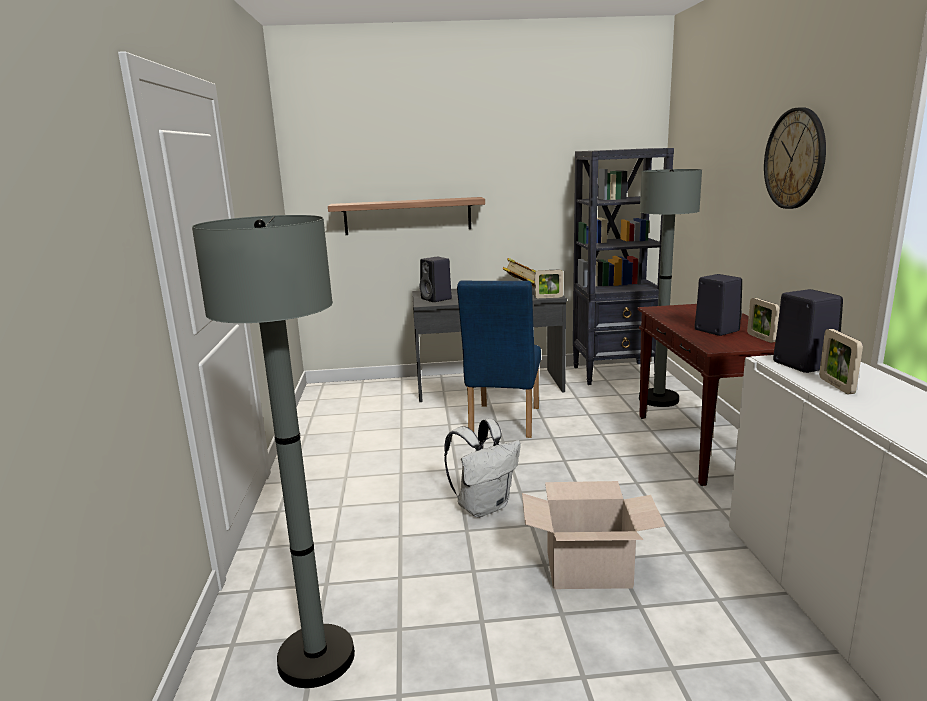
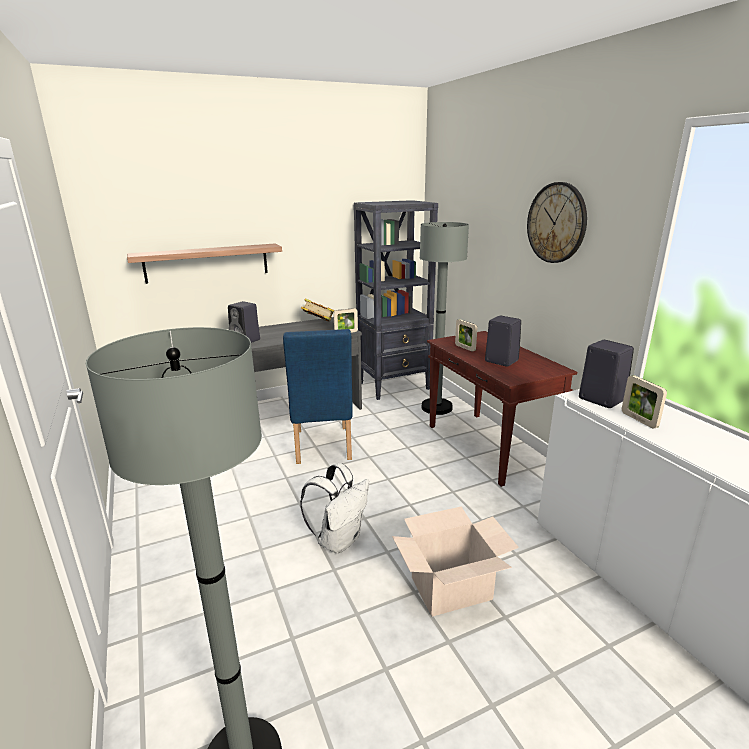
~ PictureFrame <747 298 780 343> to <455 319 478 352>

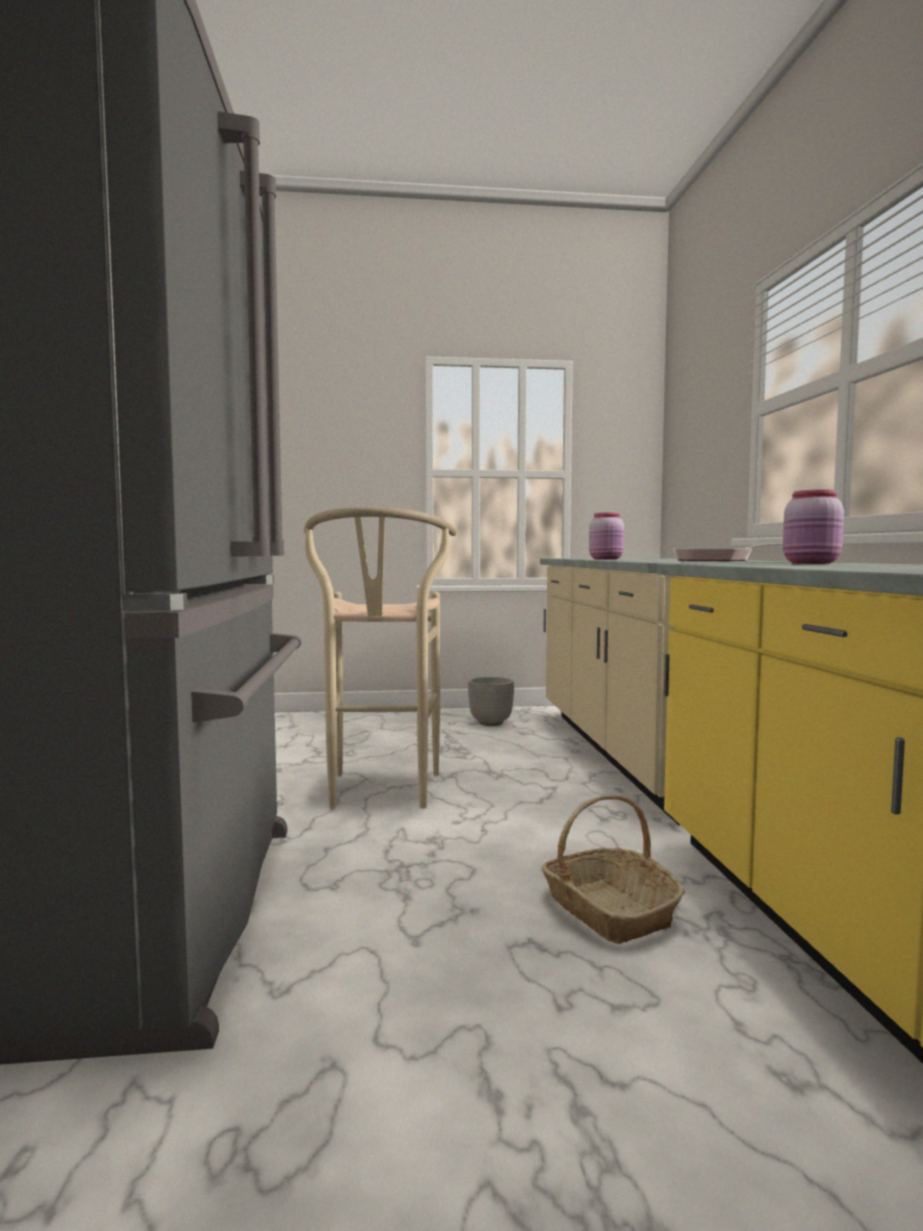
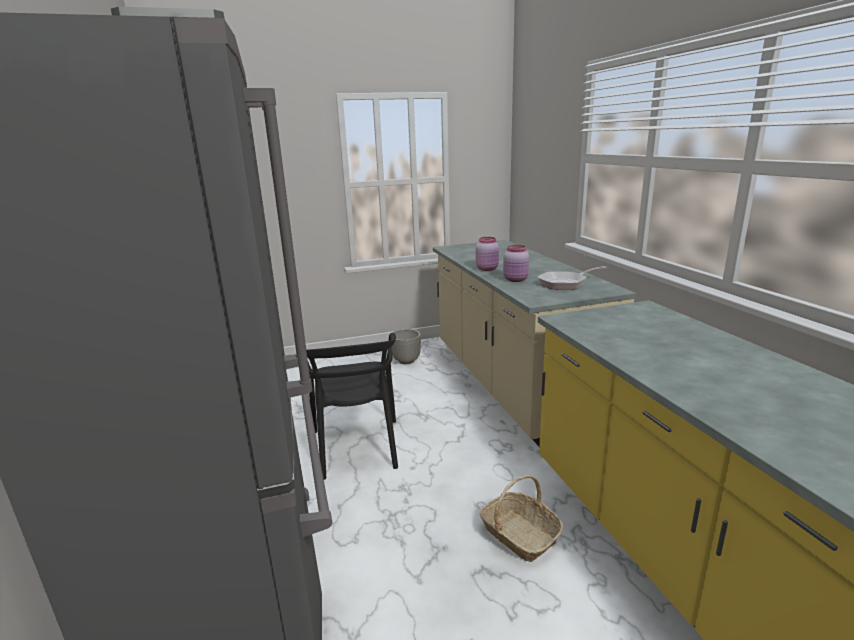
~ BeigeStool <304 507 457 809> to BlackChair <306 333 398 480>
~ PinkJar <783 489 844 564> to <503 245 529 282>

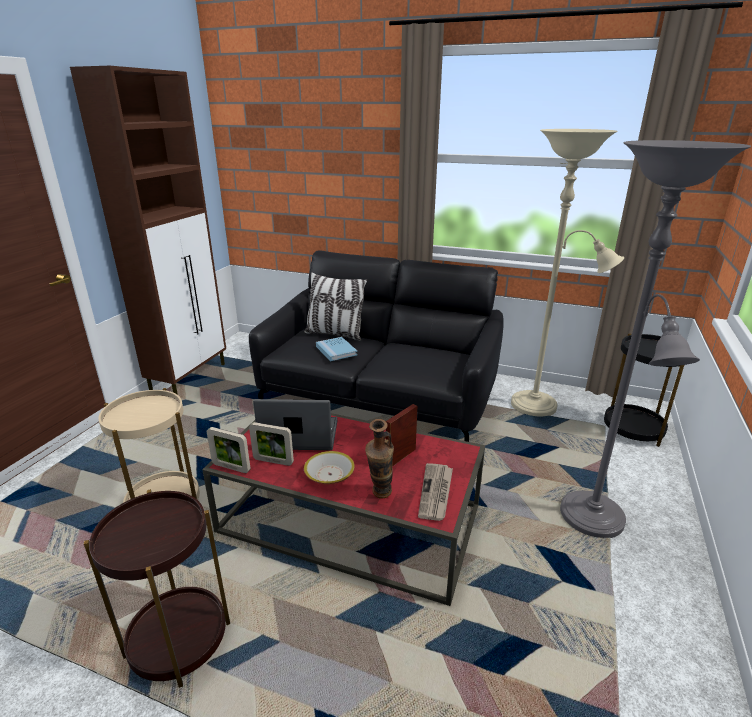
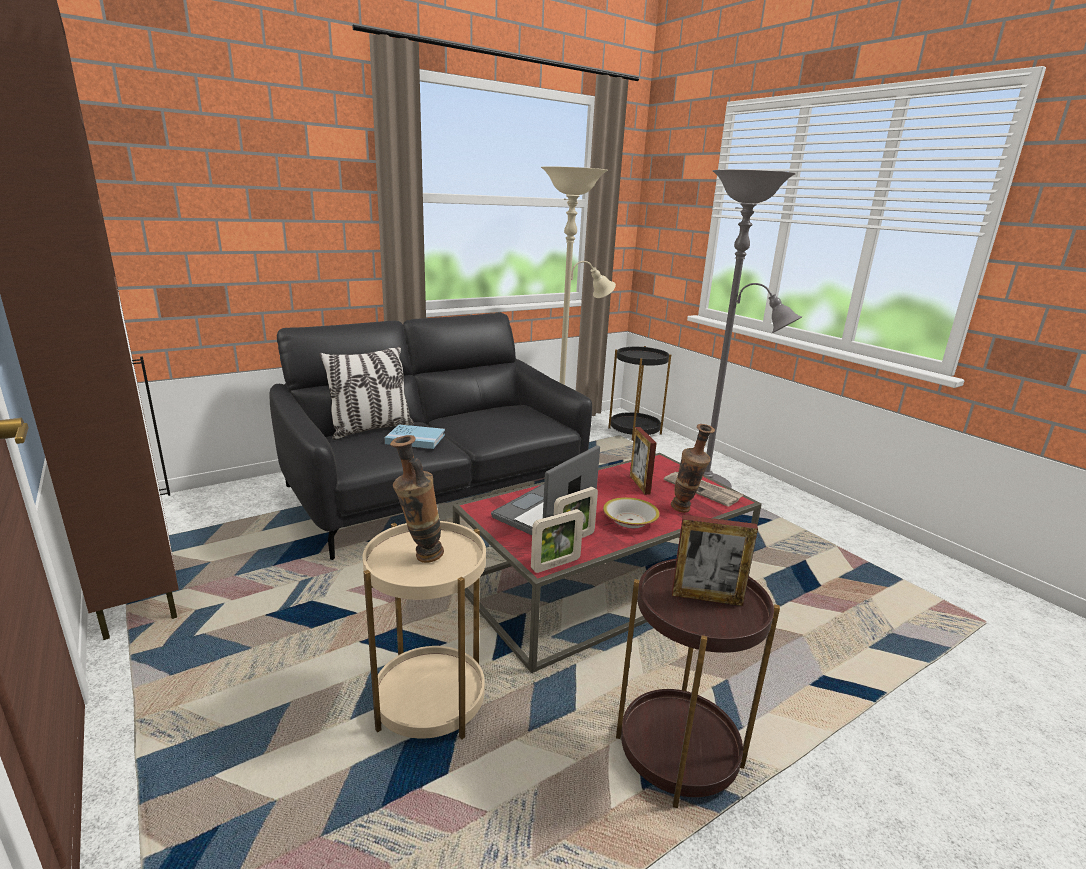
+ Vase <390 435 444 563>
+ PictureFrame <672 515 758 606>

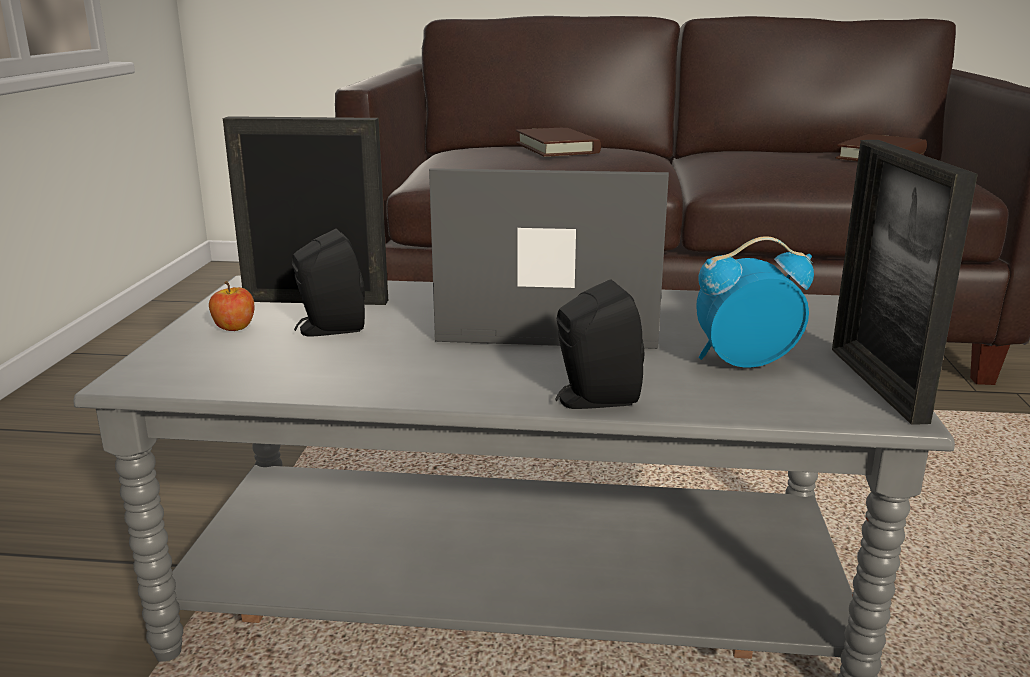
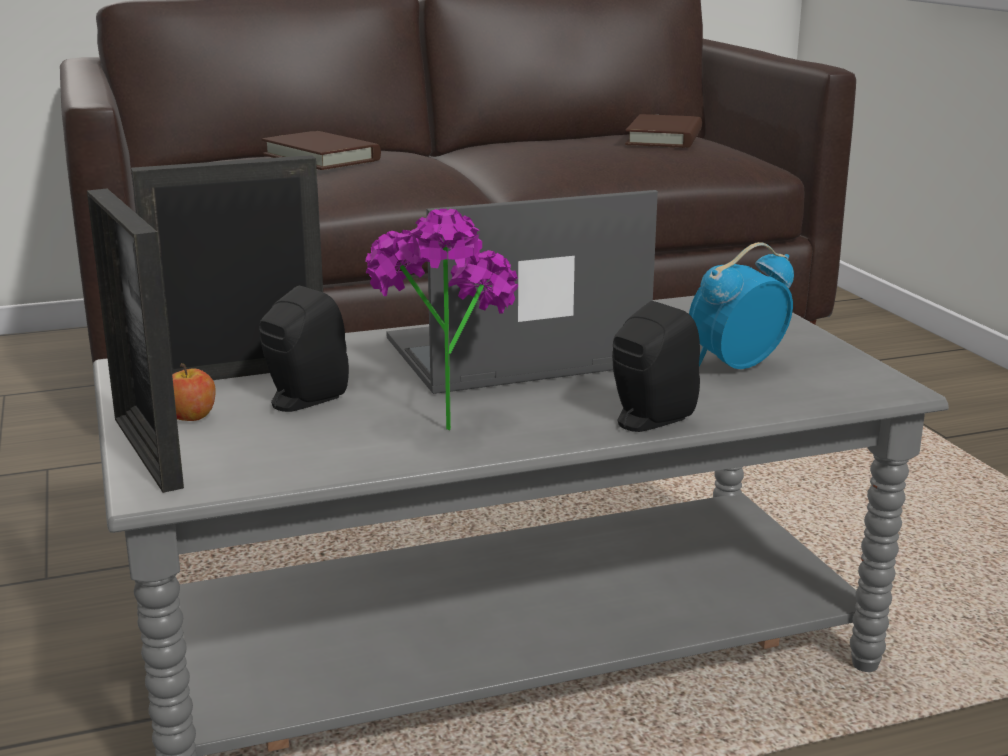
~ PictureFrame <832 140 978 425> to <87 189 184 493>
+ PottedPlant <365 209 518 430>

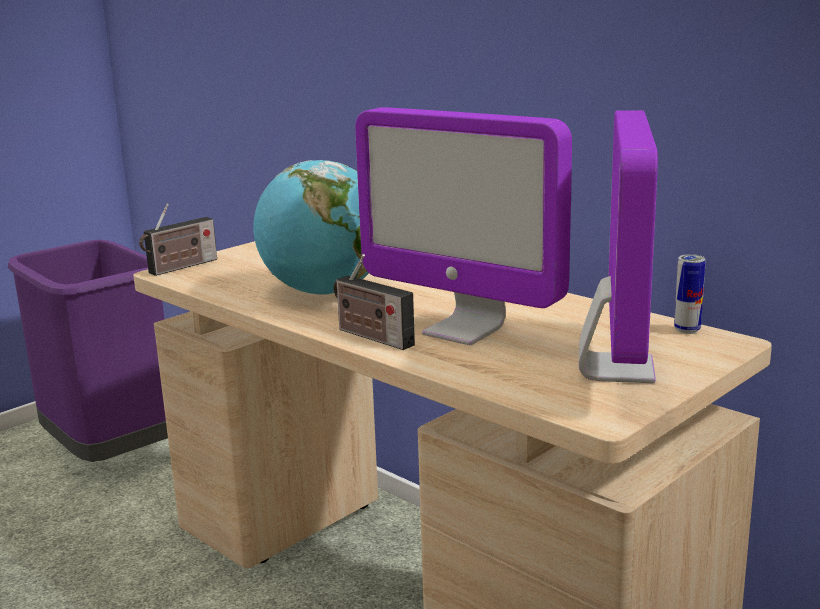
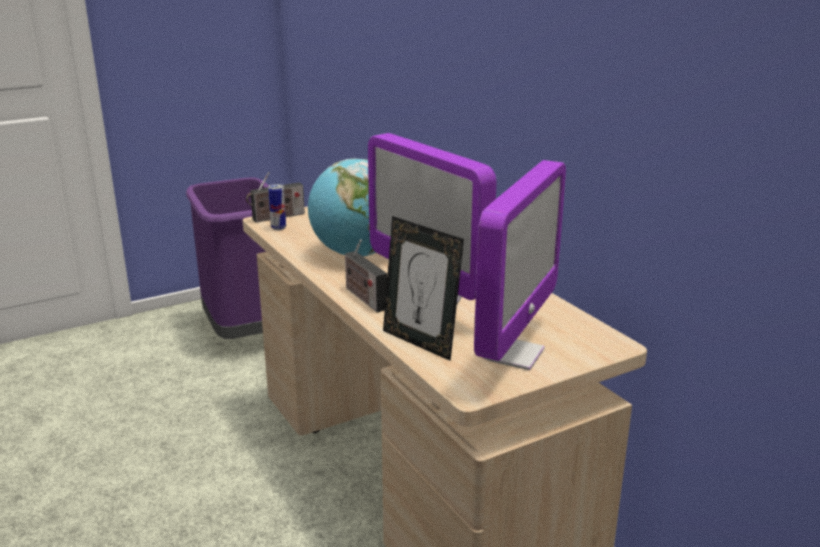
~ Can <674 254 706 334> to <268 184 286 230>
+ PictureFrame <383 216 464 361>

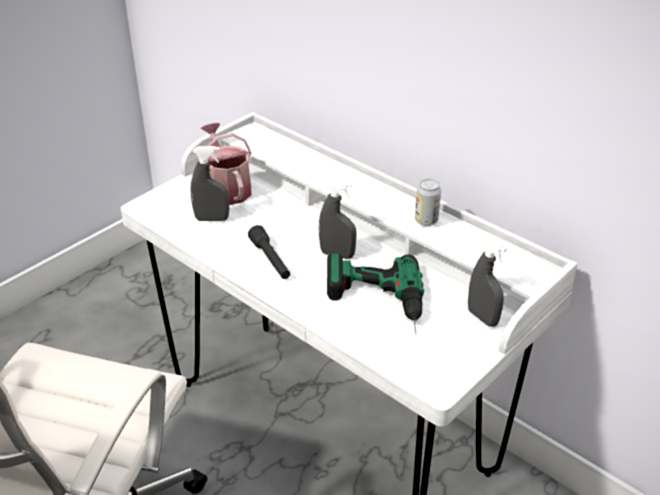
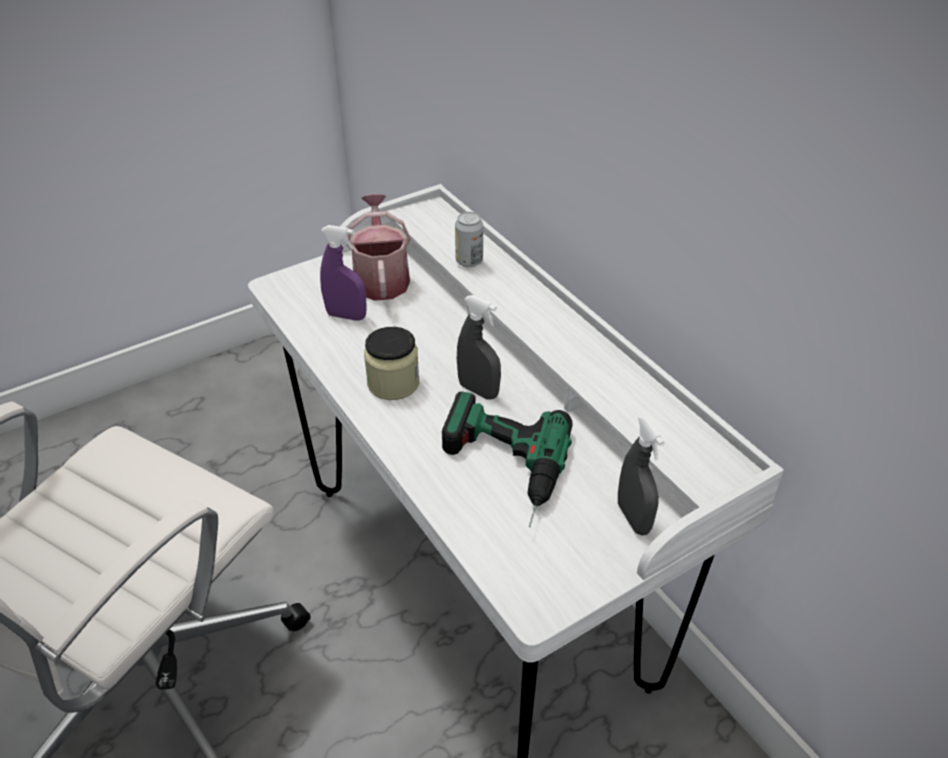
~ GreySprayBottle <190 146 229 221> to PurpleSprayBottle <320 225 367 321>
~ BlackFlashlight <248 225 290 279> to Jar <364 327 419 400>
~ Can <415 179 441 226> to <455 212 483 267>

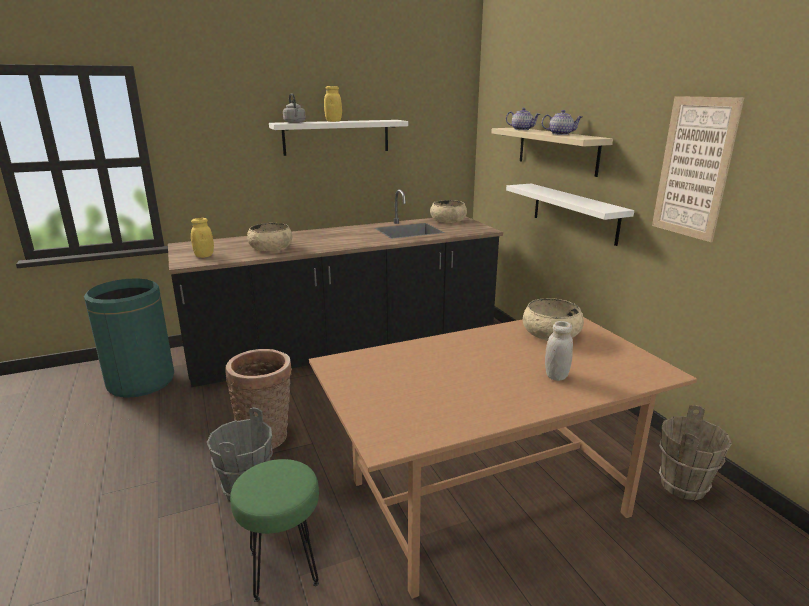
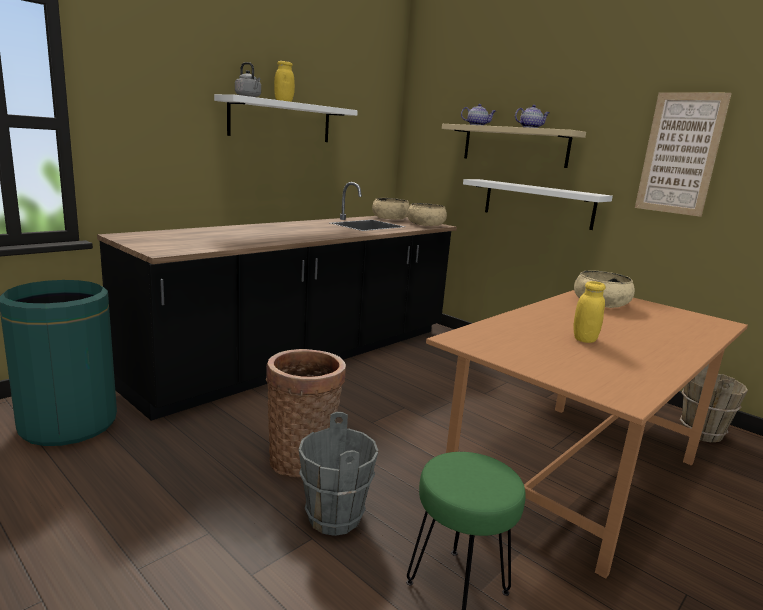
~ YellowJar <191 218 214 258> to <574 281 605 343>
~ BeigeBowl <247 223 292 251> to <407 203 447 226>
- WhiteJar <545 321 573 381>

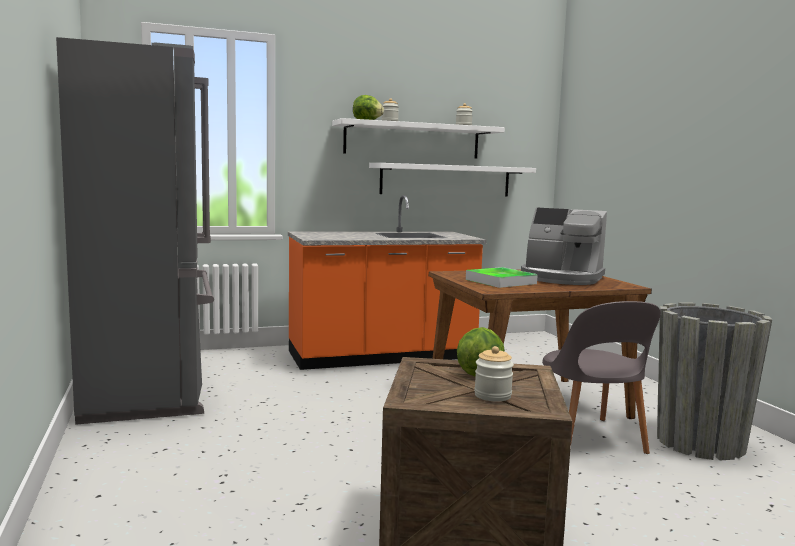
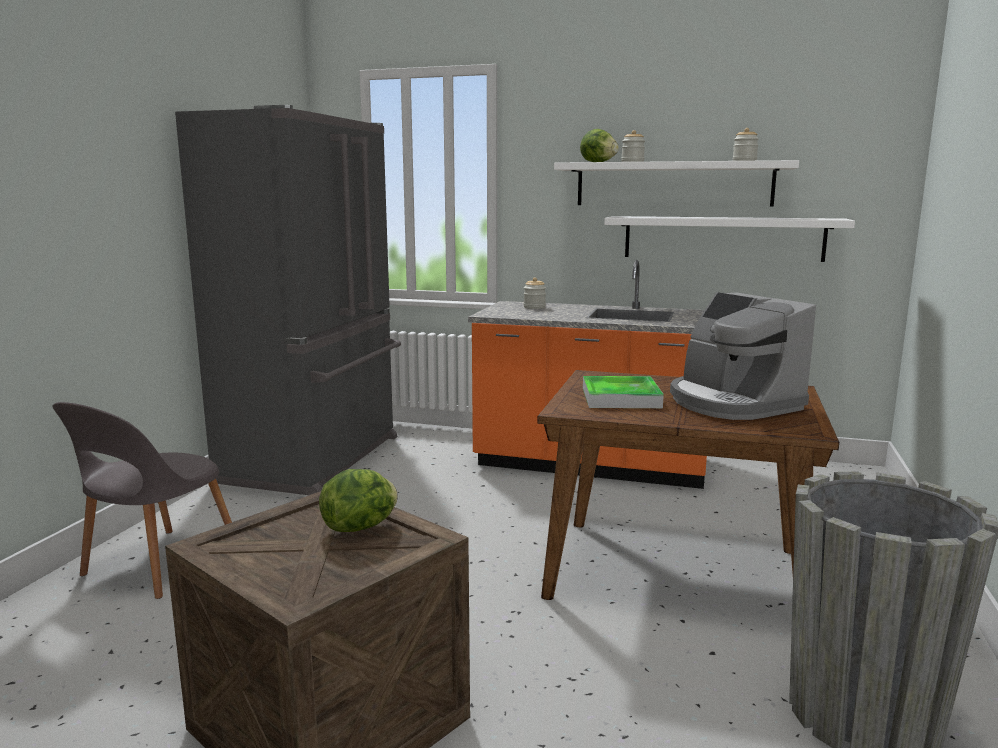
~ Jar <474 346 514 401> to <524 277 546 309>
~ GreyChair <542 301 661 454> to <53 402 232 599>

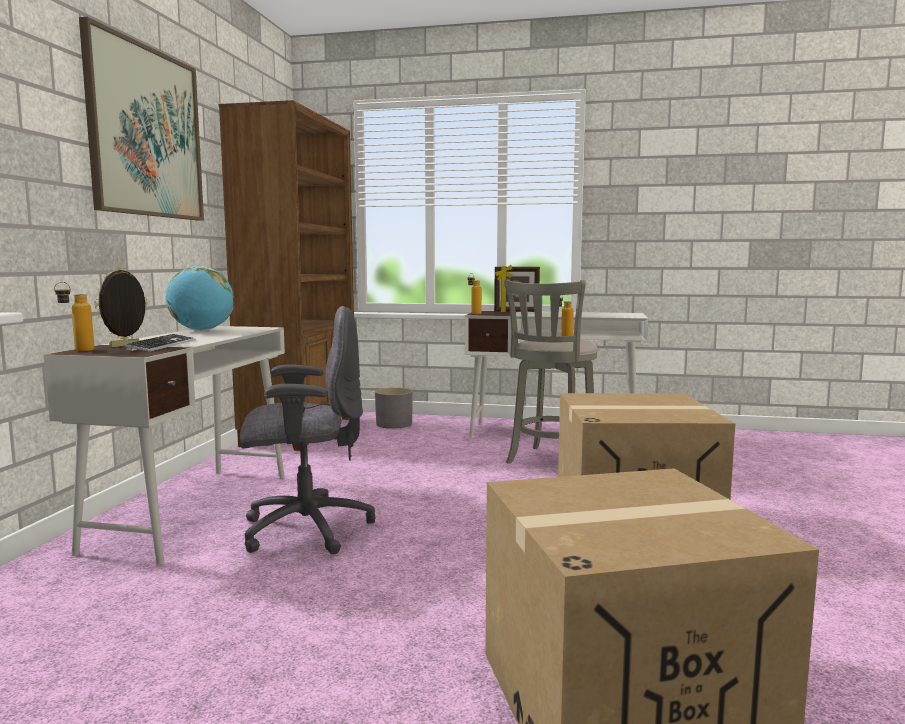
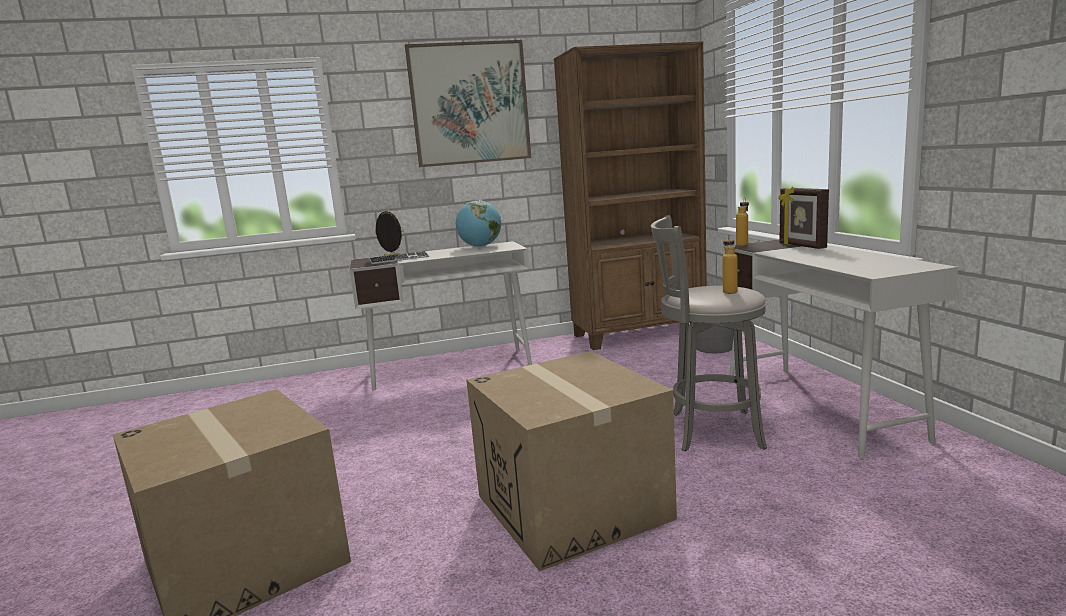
- Bottle <54 282 94 351>
- GreyOfficeChair <240 306 375 554>

